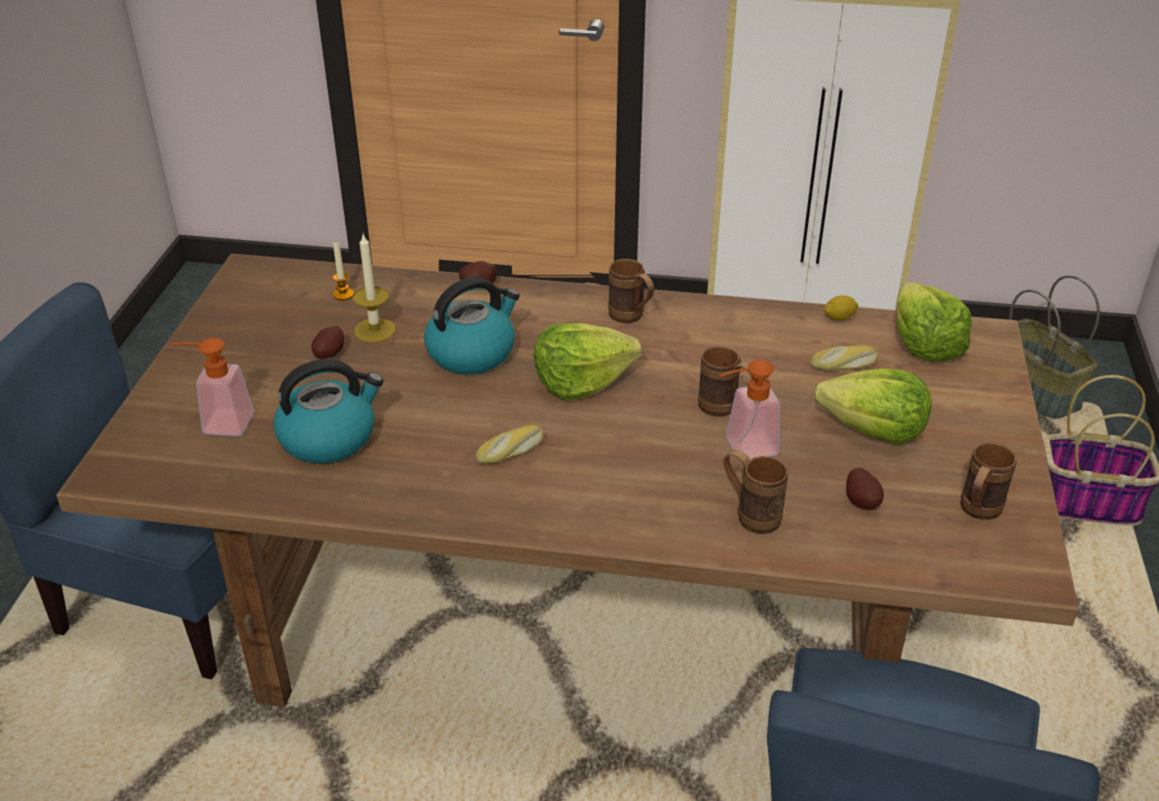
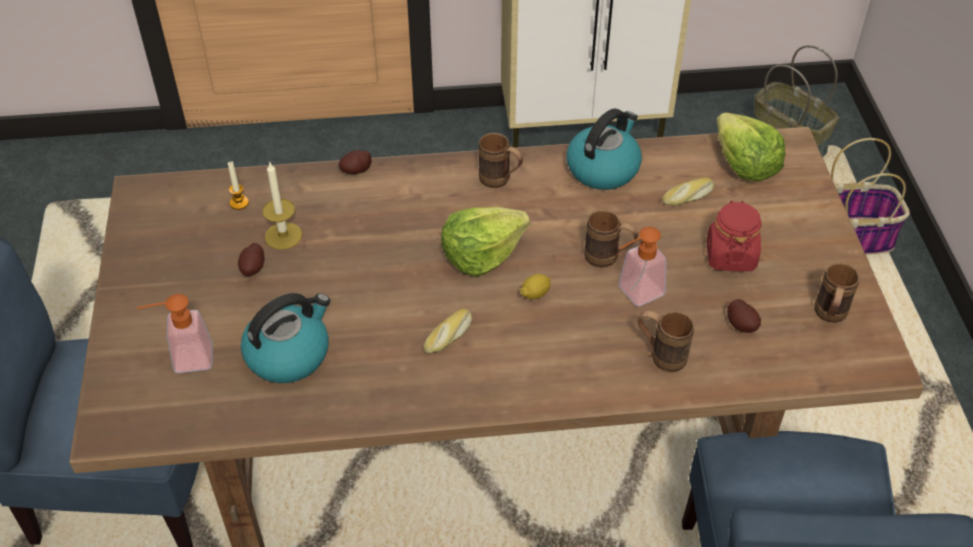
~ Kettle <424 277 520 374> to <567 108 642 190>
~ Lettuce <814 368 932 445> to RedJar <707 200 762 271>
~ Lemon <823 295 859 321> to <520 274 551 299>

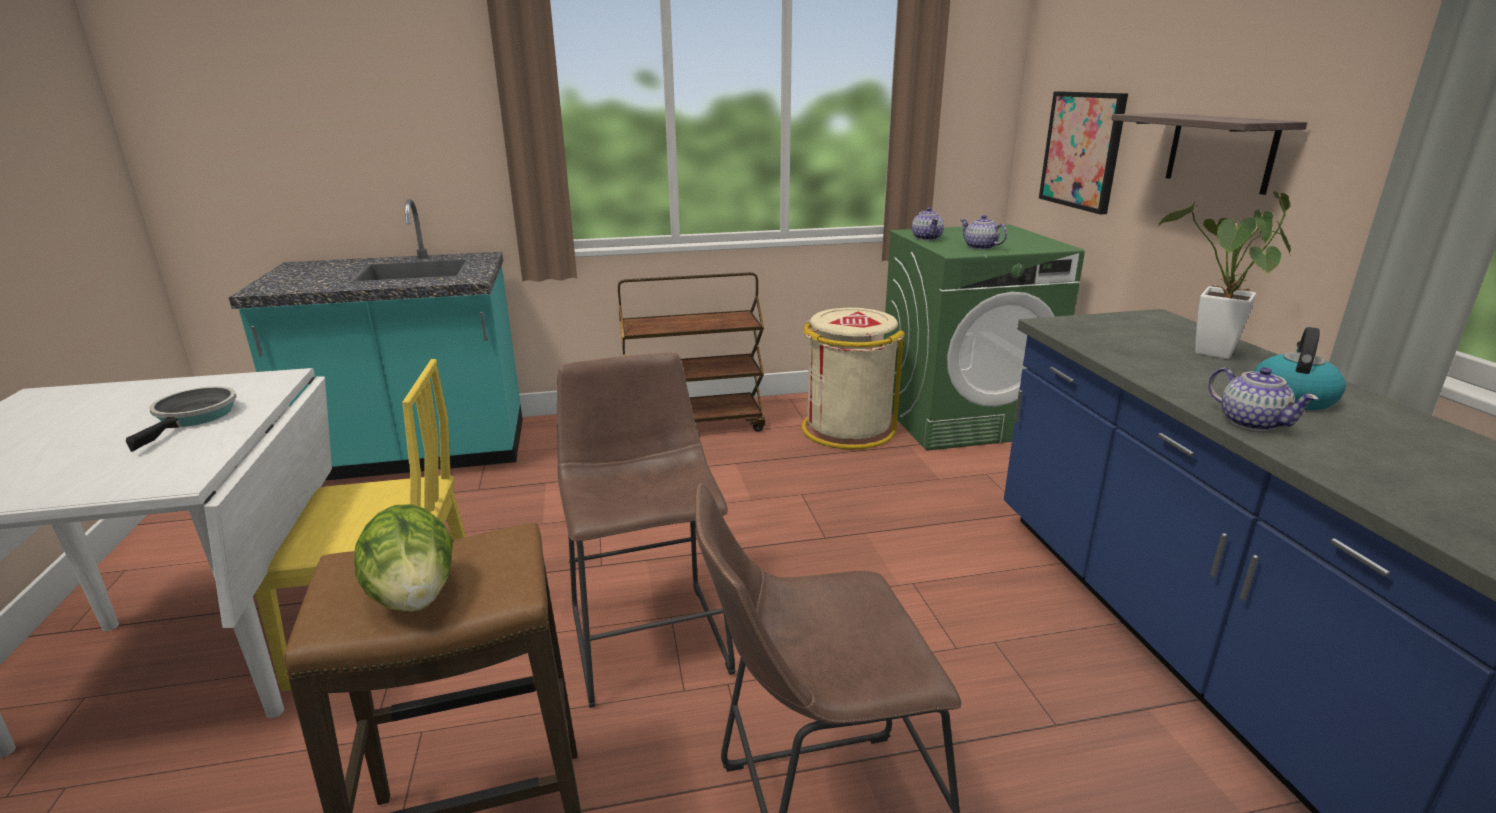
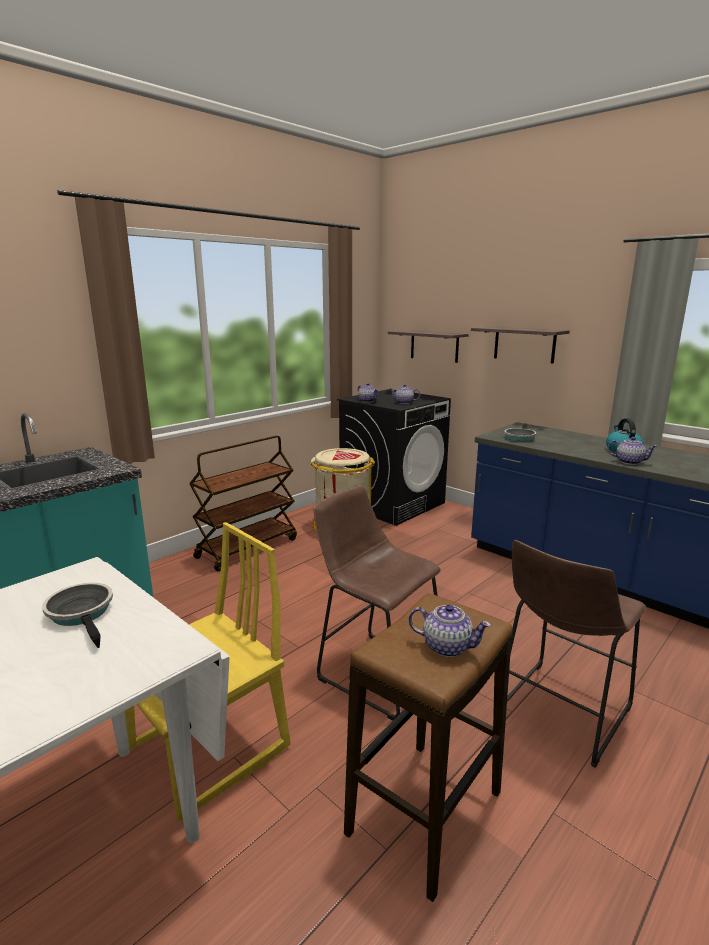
~ Lettuce <354 504 453 611> to Teapot <409 604 491 657>
~ GreenWashingMachine <883 224 1085 451> to BlackWashingMachine <337 389 451 526>
~ Picture <1039 92 1128 214> to Shelf <388 330 469 363>
- PottedPlant <1158 191 1291 359>
+ FryingPan <504 423 536 442>

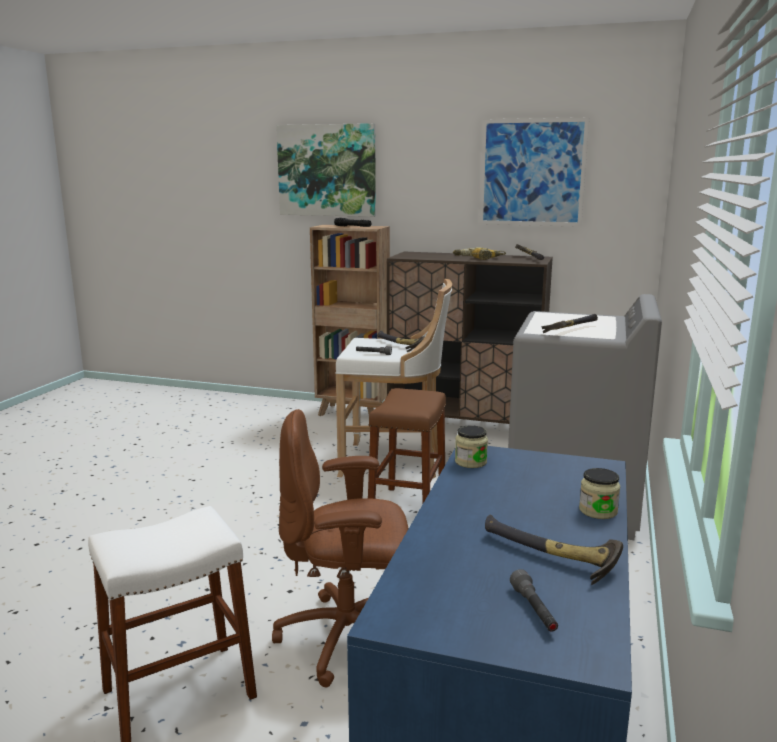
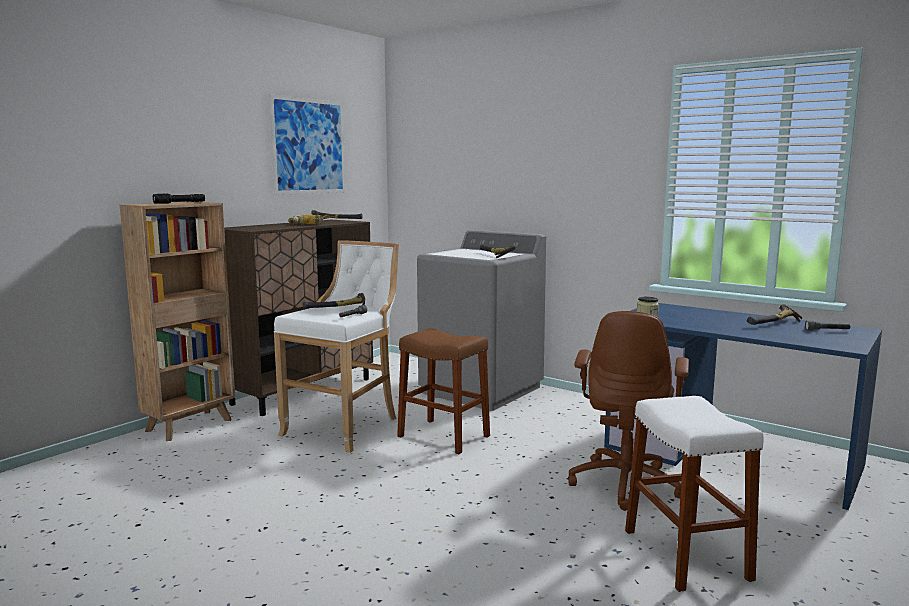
- Picture <276 123 376 217>
- Jar <579 468 620 519>

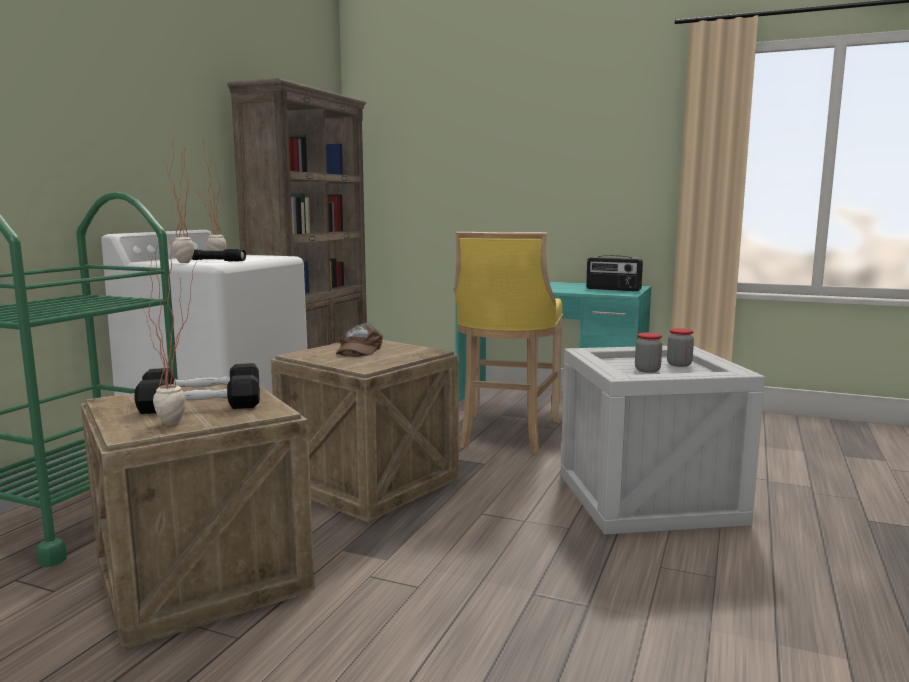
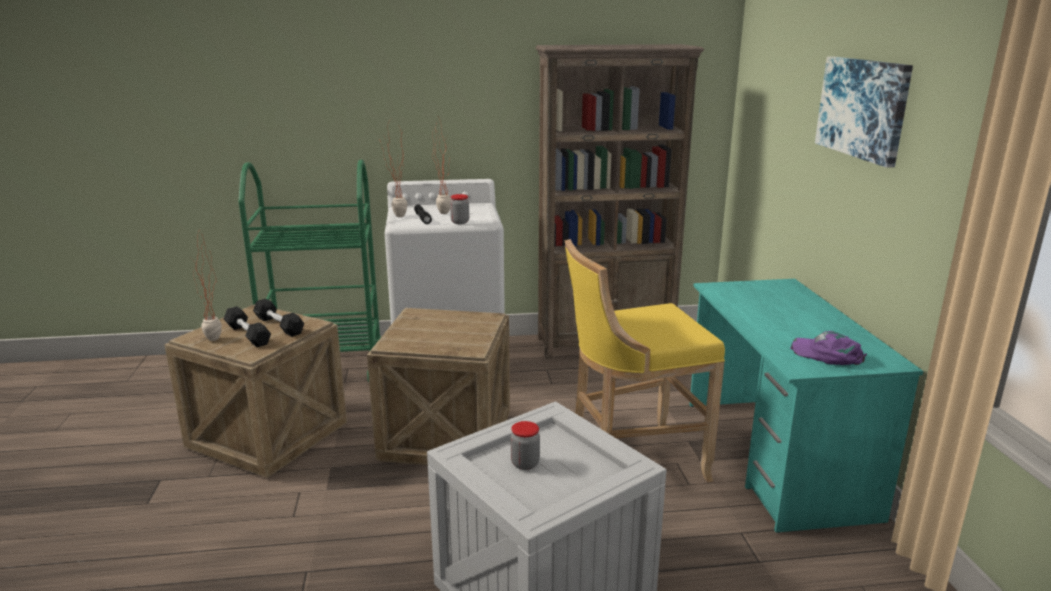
- BrownCap <336 323 383 357>
~ Radio <586 255 643 291> to PurpleCap <790 331 867 365>
~ Jar <667 328 694 367> to <450 194 469 224>
+ Picture <815 56 913 168>

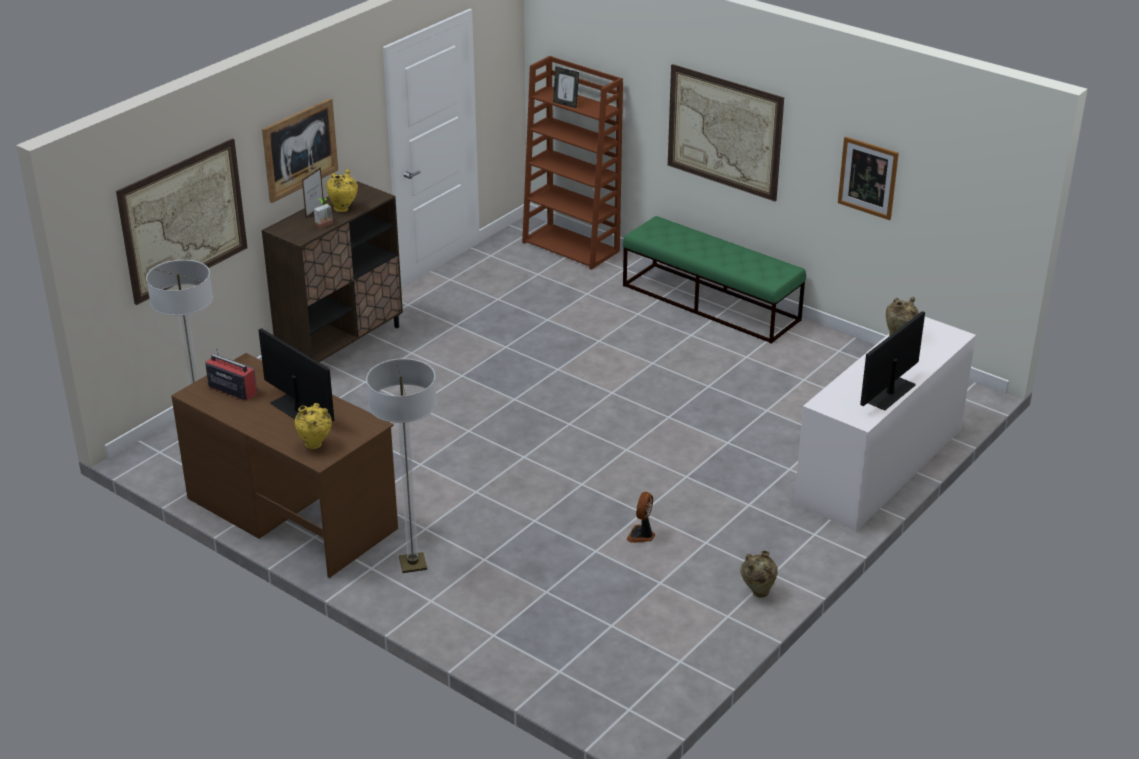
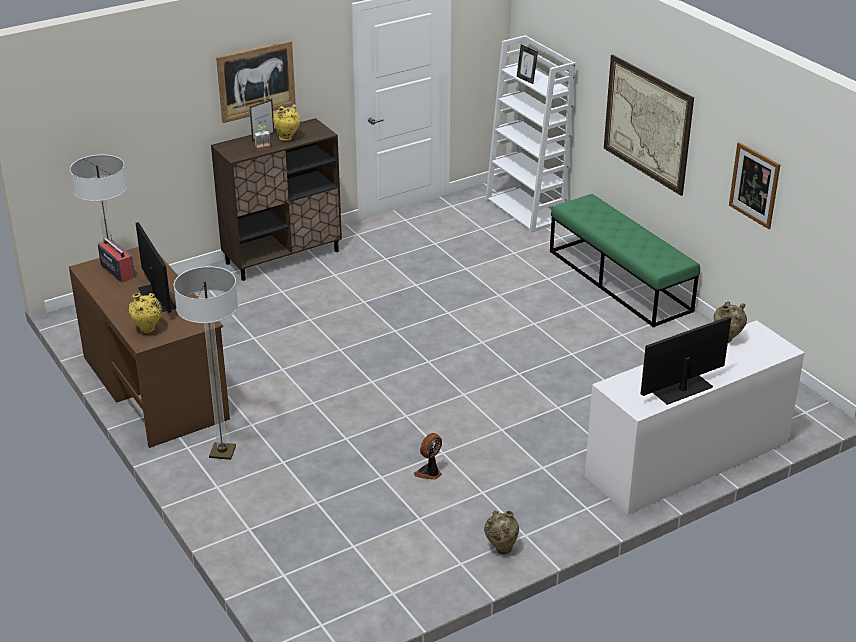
- Picture <116 138 247 305>
~ BrownBookcase <522 56 623 270> to WhiteBookcase <485 35 576 233>

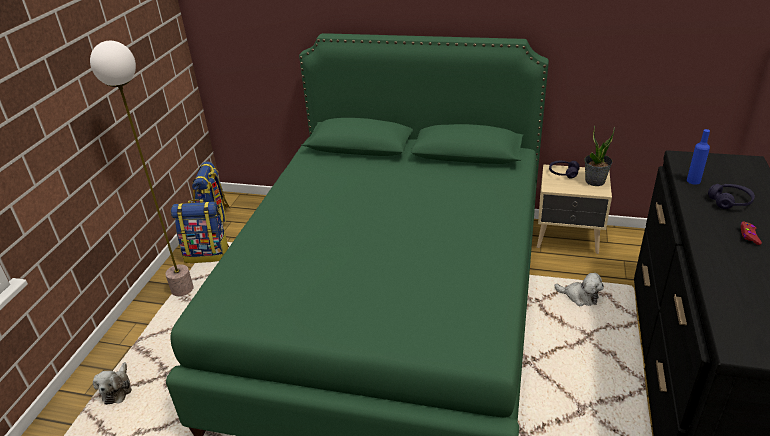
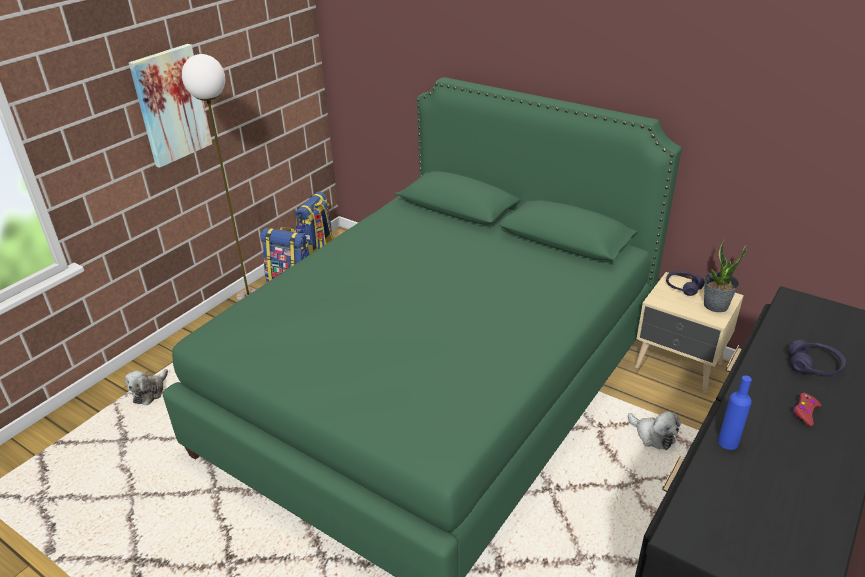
~ BlueBottle <687 129 710 185> to <718 376 752 450>
+ Picture <129 44 212 168>

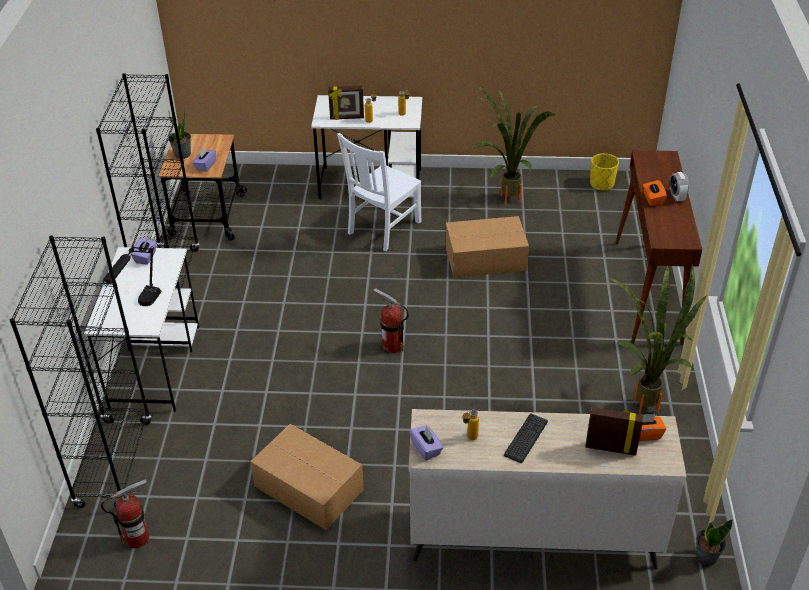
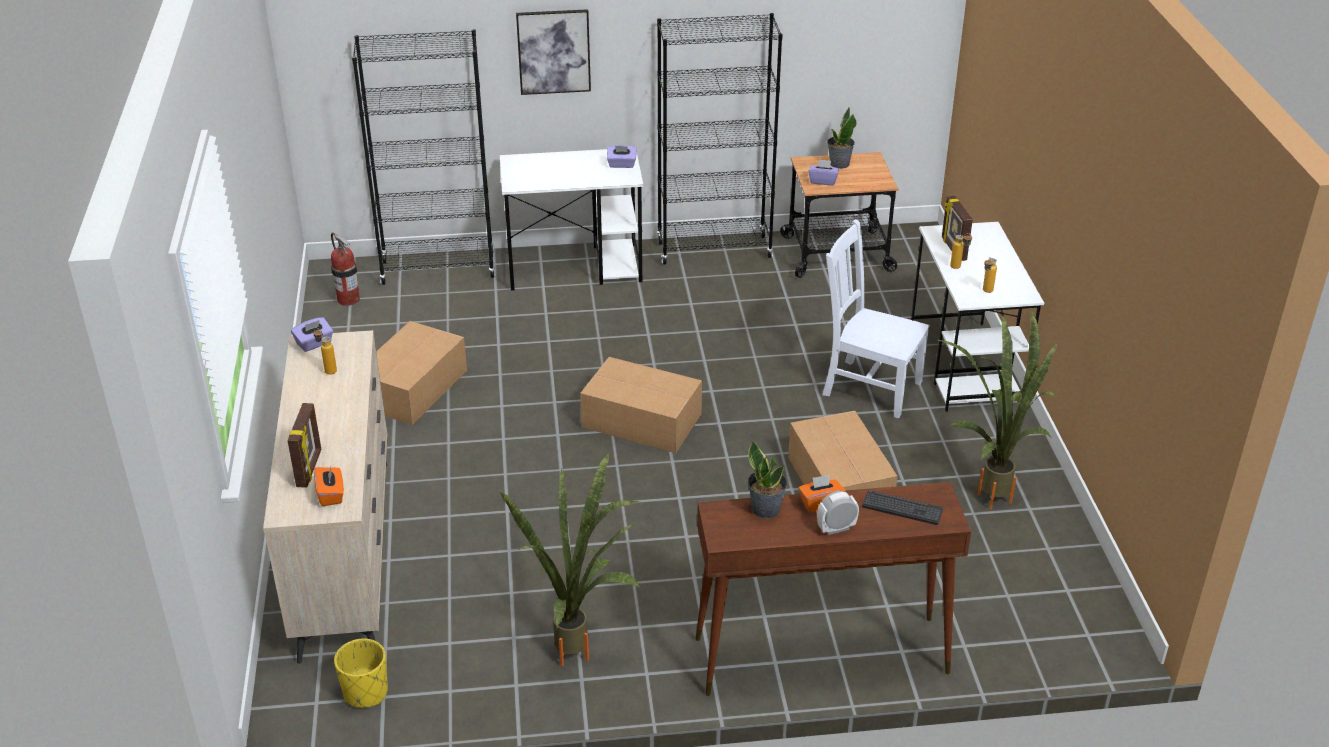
- BlackTableLamp <103 245 161 306>
~ FireExtinguisher <373 288 409 353> to CardboardBox <580 357 702 453>
~ Keyboard <504 413 548 463> to <862 490 943 525>
~ YellowPlanter <590 153 619 191> to <334 639 388 708>
~ PottedPlant <696 519 733 566> to <748 440 787 519>
+ Picture <516 9 591 95>

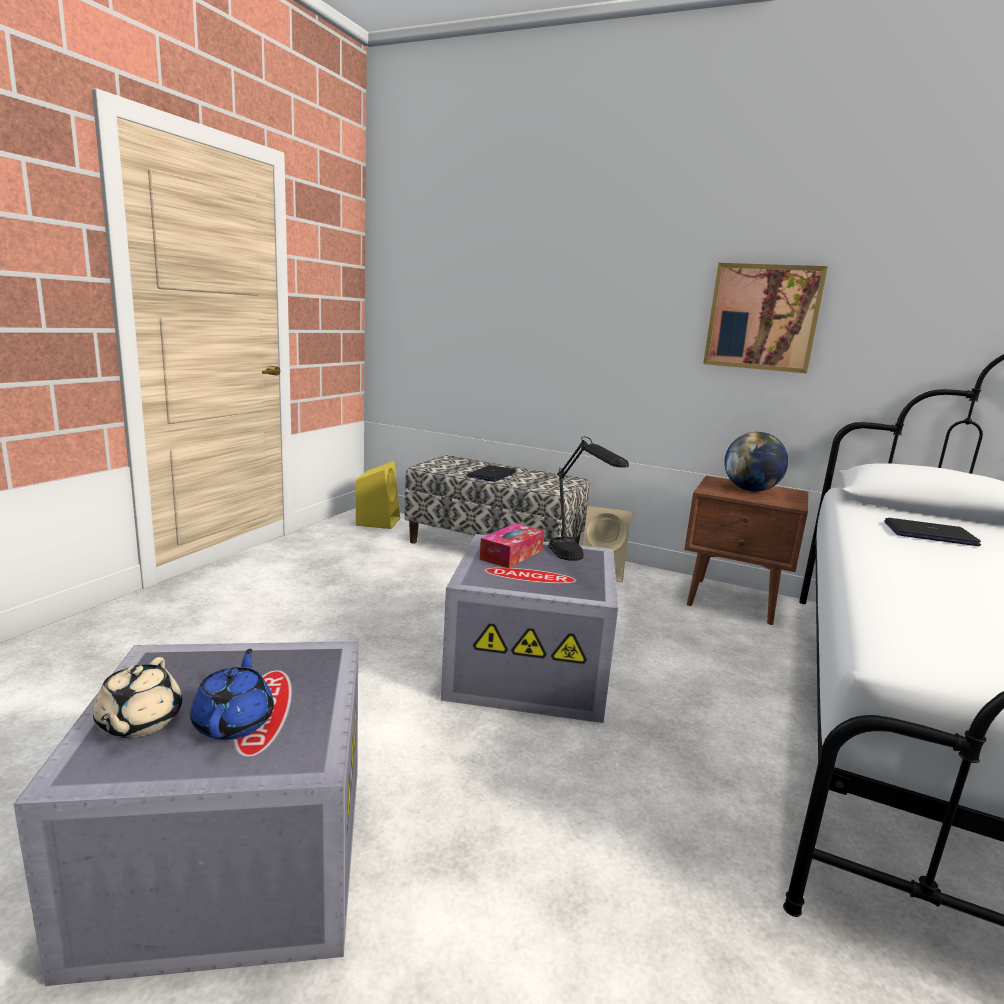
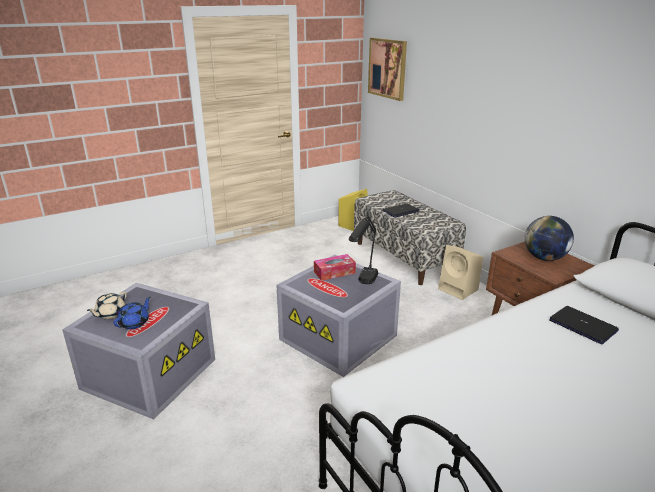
~ Picture <703 263 828 373> to <368 38 407 101>

